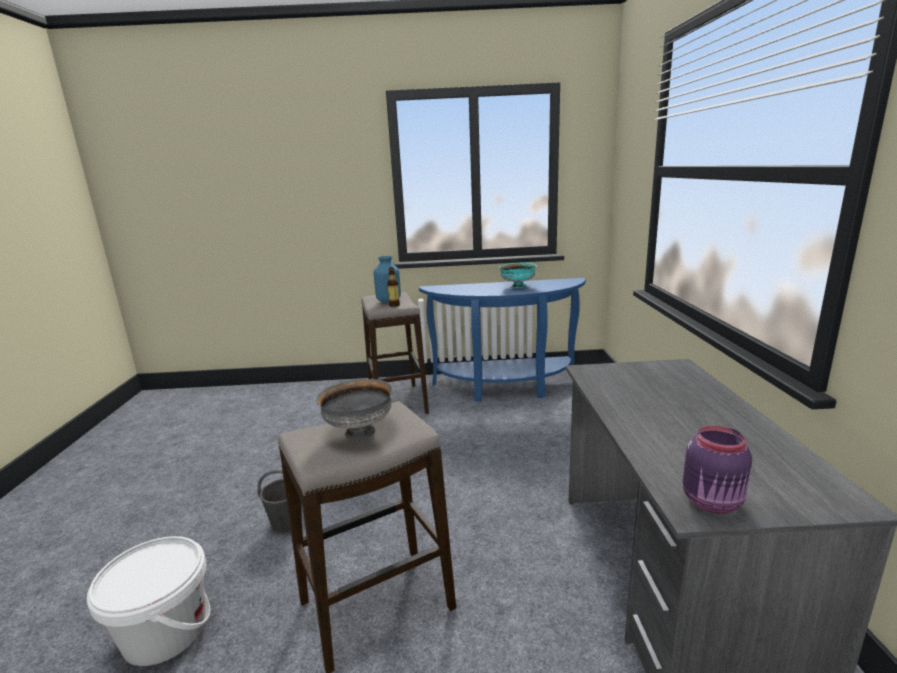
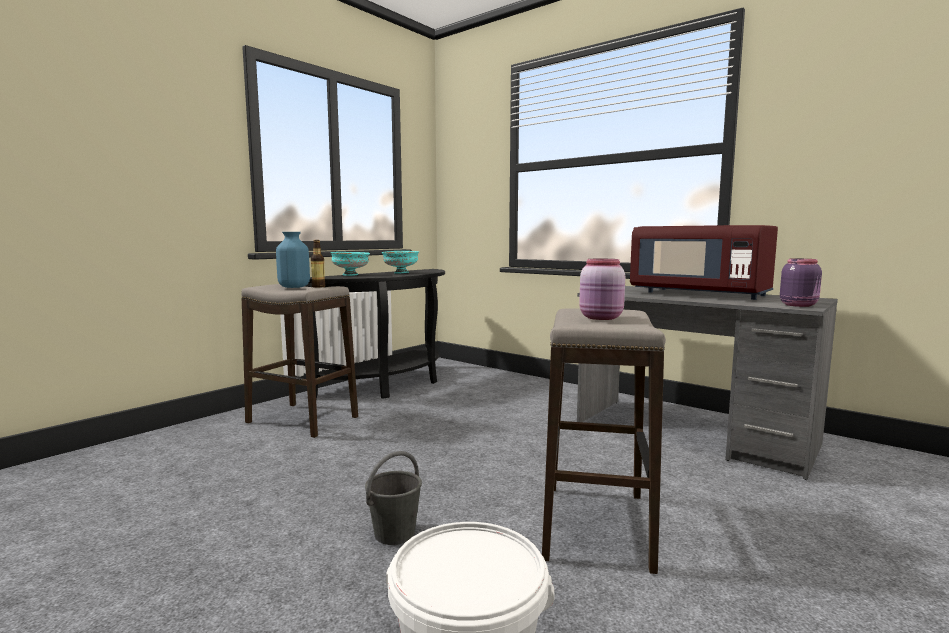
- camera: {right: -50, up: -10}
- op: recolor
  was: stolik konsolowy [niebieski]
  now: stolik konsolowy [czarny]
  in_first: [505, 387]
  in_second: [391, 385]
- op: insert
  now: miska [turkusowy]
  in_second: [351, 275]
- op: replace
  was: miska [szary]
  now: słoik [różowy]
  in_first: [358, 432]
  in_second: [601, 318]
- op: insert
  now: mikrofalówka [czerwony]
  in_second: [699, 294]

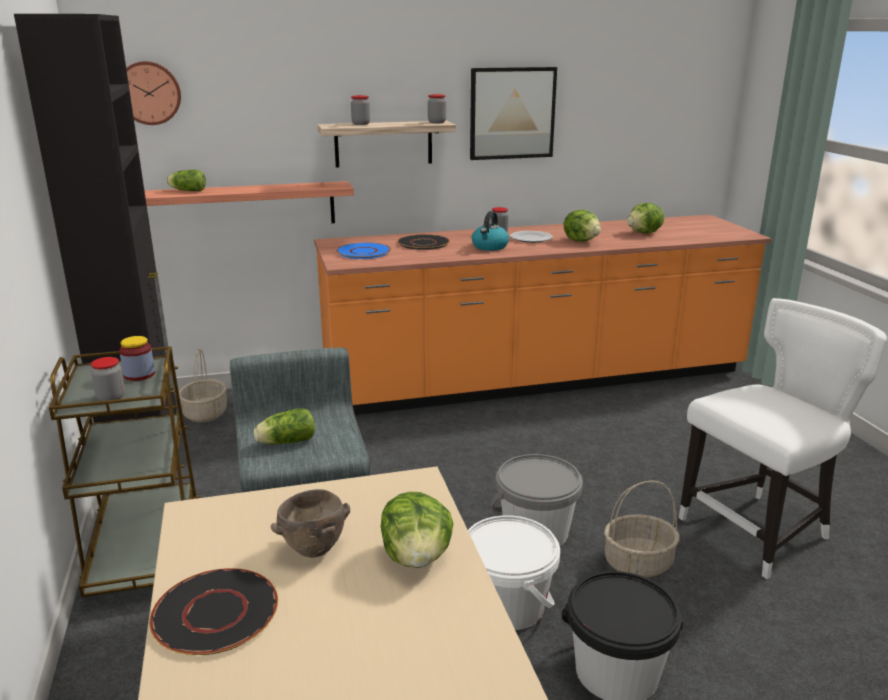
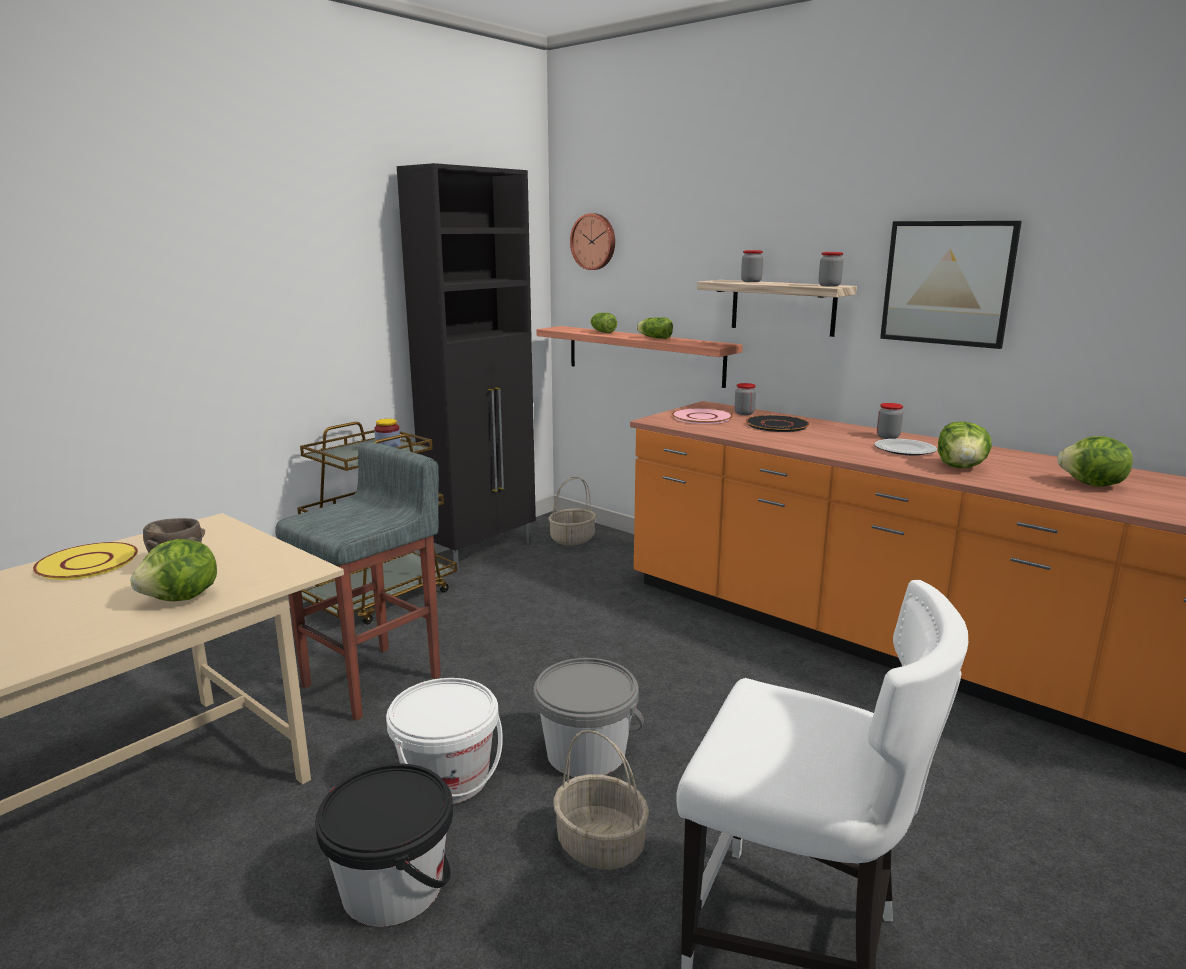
- camera: {right: 55, up: -5}
- op: recolor
  was: talerz [czarny]
  now: talerz [żółty]
  in_first: [216, 612]
  in_second: [88, 563]
- op: move
  was: sałata
  in_first: [285, 442]
  in_second: [654, 337]
- op: recolor
  was: talerz [niebieski]
  now: talerz [różowy]
  in_first: [363, 252]
  in_second: [701, 417]
- op: move
  was: słoik
  in_first: [111, 398]
  in_second: [744, 413]
- op: delete
  was: czajnik
  in_first: [490, 247]

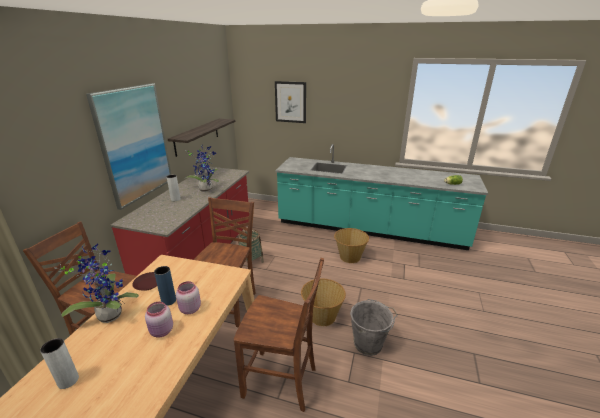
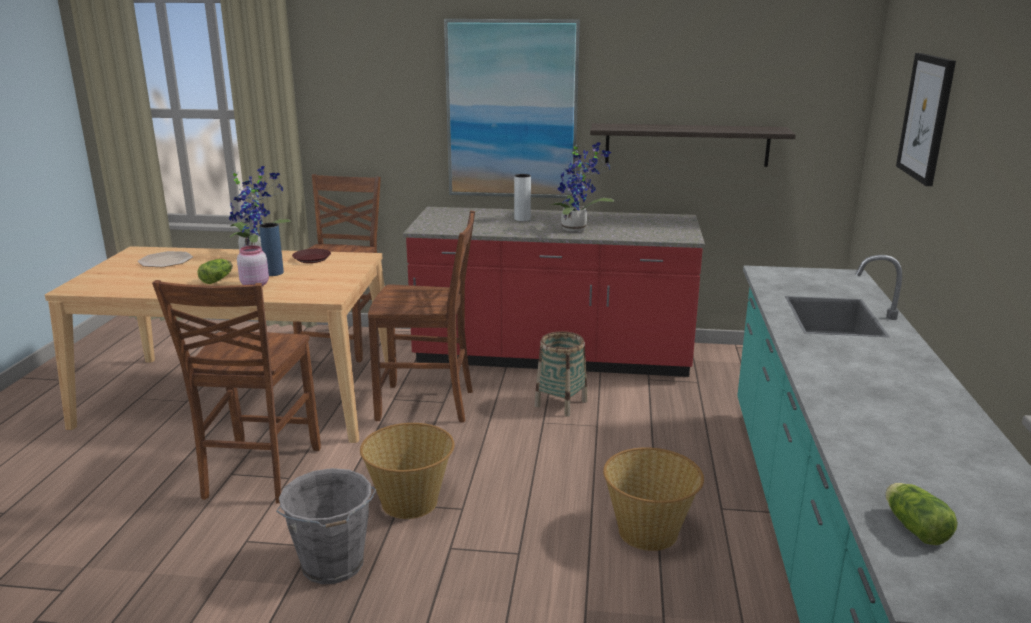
- camera: {right: 80, up: -5}
- op: replace
  was: wazon [szary]
  now: talerz
  in_first: [68, 380]
  in_second: [165, 261]
- op: replace
  was: słoik [różowy]
  now: sałata
  in_first: [162, 331]
  in_second: [218, 279]

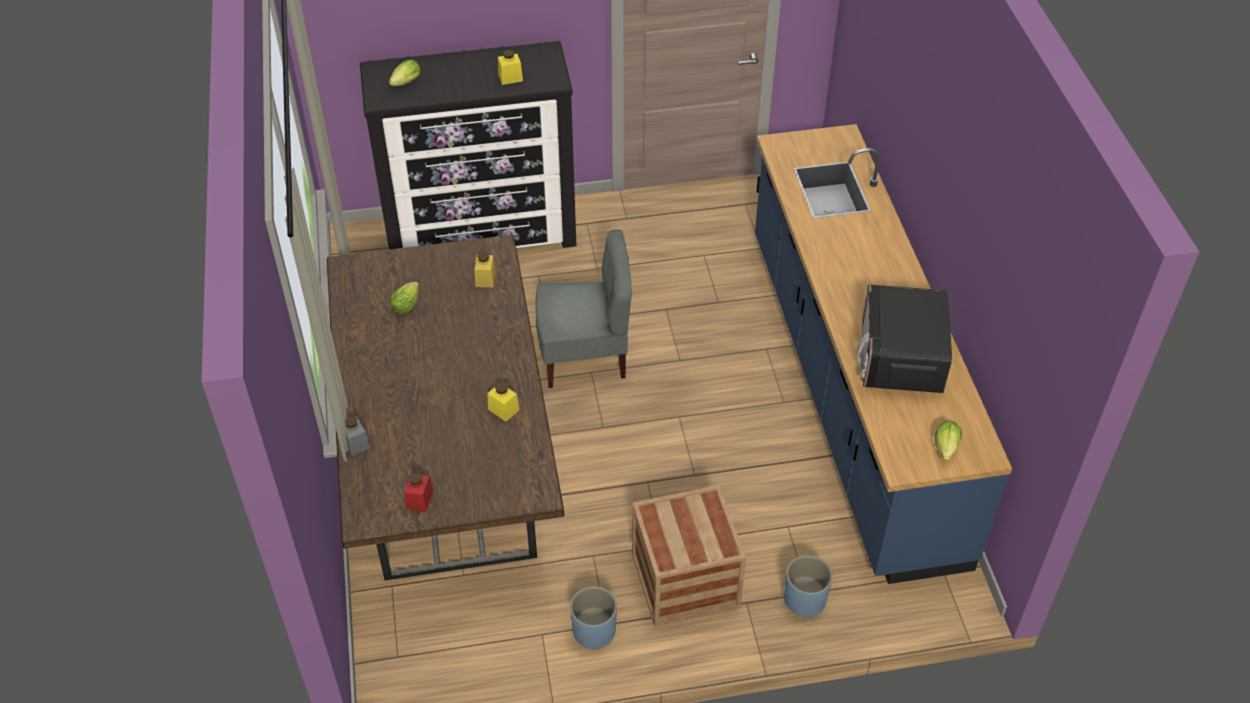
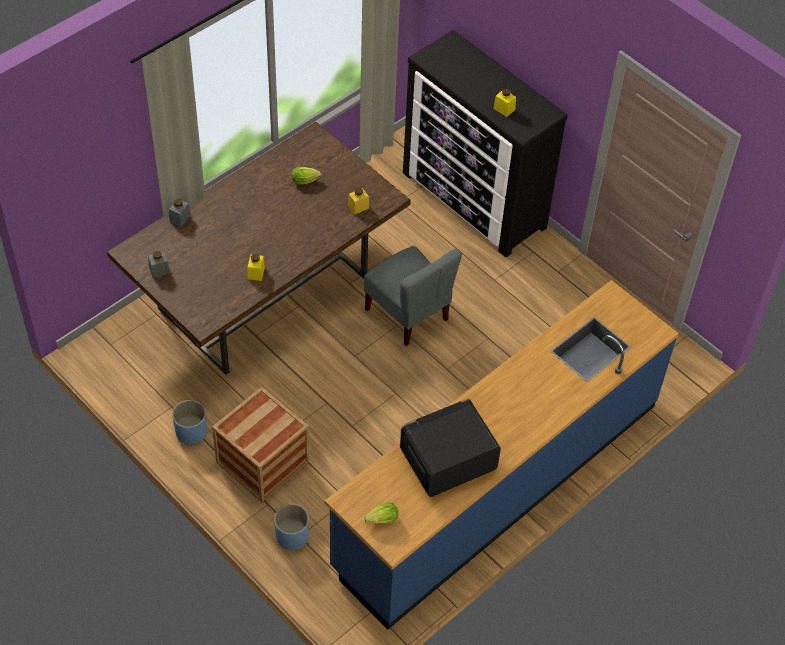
- camera: {right: 55, up: 5}
- op: recolor
  was: słoik [czerwony]
  now: słoik [szary]
  in_first: [419, 500]
  in_second: [159, 270]
- op: delete
  was: sałata
  in_first: [405, 84]

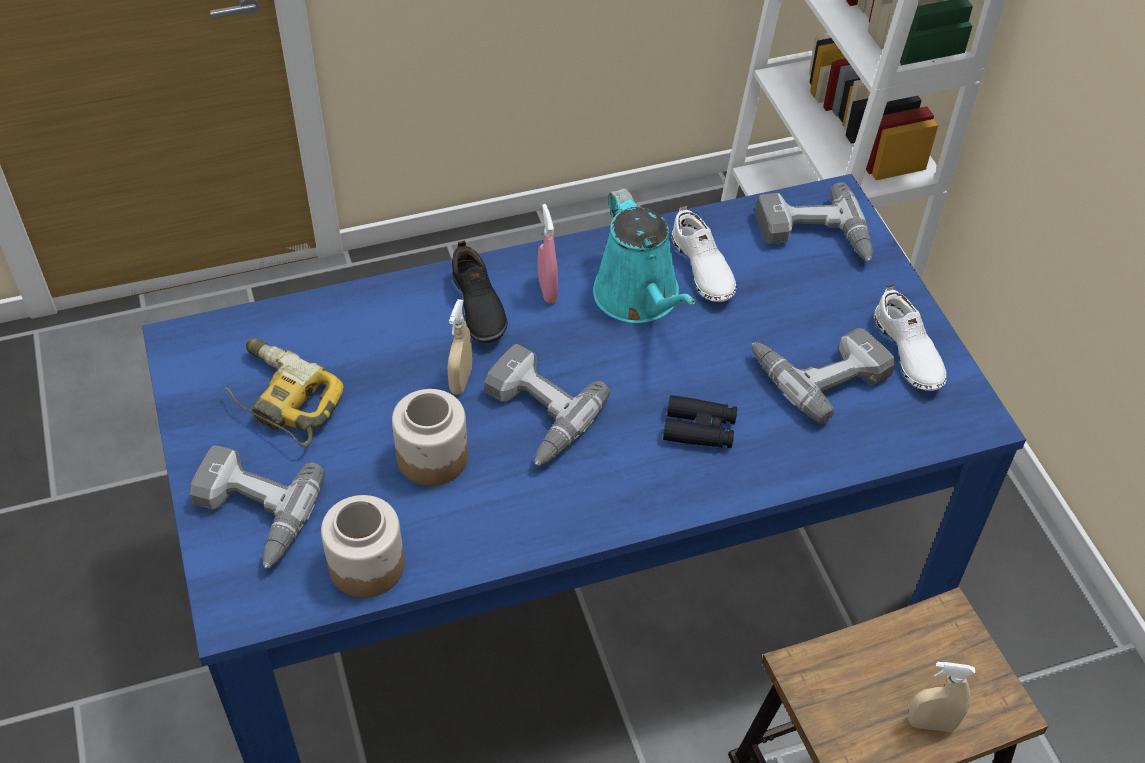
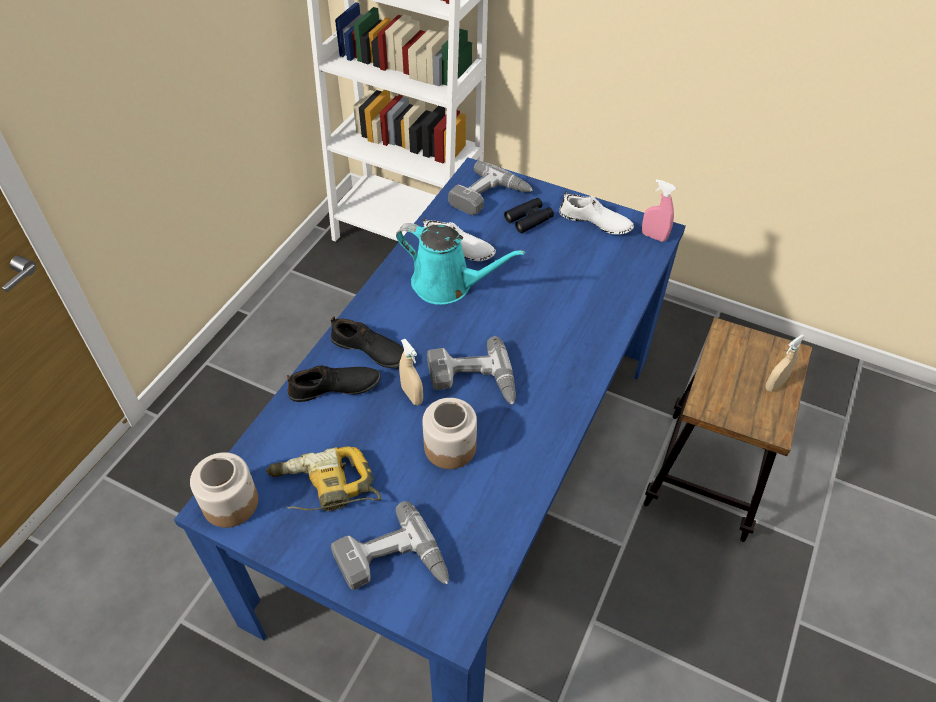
- camera: {right: -45, up: 0}
- op: move
  was: słoik
  in_first: [367, 565]
  in_second: [230, 502]
- op: insert
  now: but [czarny]
  in_second: [335, 388]
- op: move
  was: lornetka [czarny]
  in_first: [699, 429]
  in_second: [529, 219]
- op: move
  was: spryskiwacz [różowy]
  in_first: [547, 290]
  in_second: [654, 236]
- op: delete
  was: wiertarka
  in_first: [819, 371]

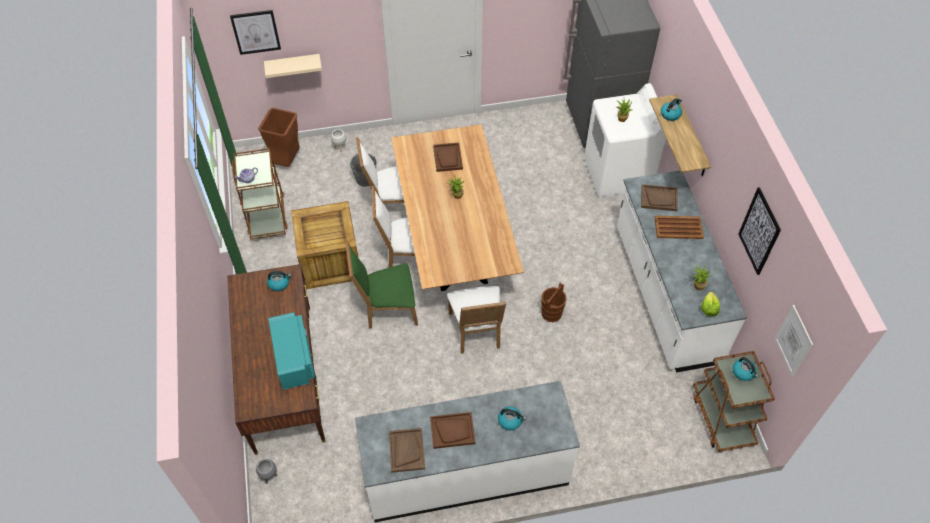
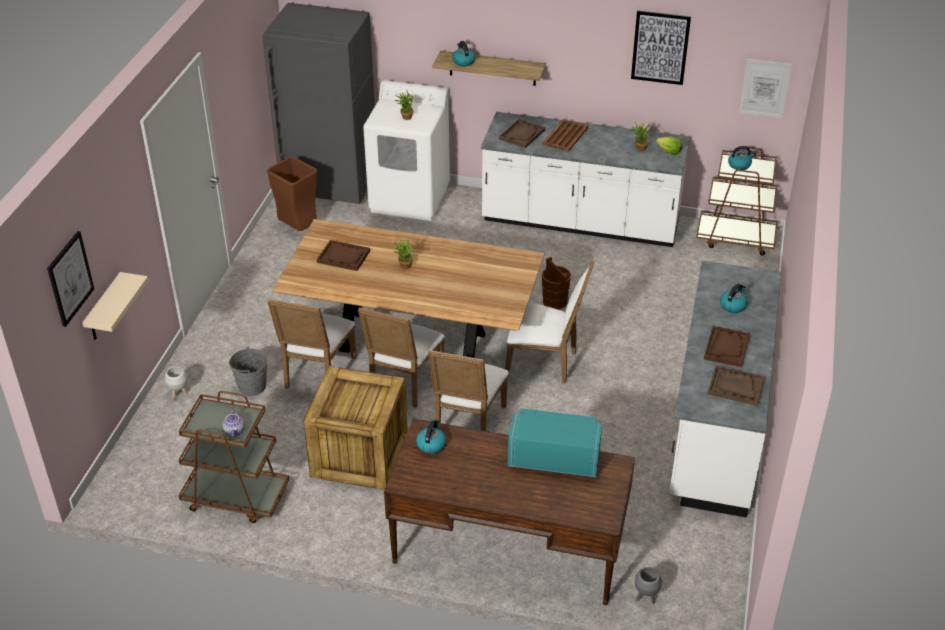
- camera: {right: -65, up: -15}
- op: move
  was: kosz na śmieci [brązowy]
  in_first: [287, 161]
  in_second: [297, 229]
- op: recolor
  was: krzesło [zielony]
  now: krzesło [biały]
  in_first: [387, 309]
  in_second: [466, 425]

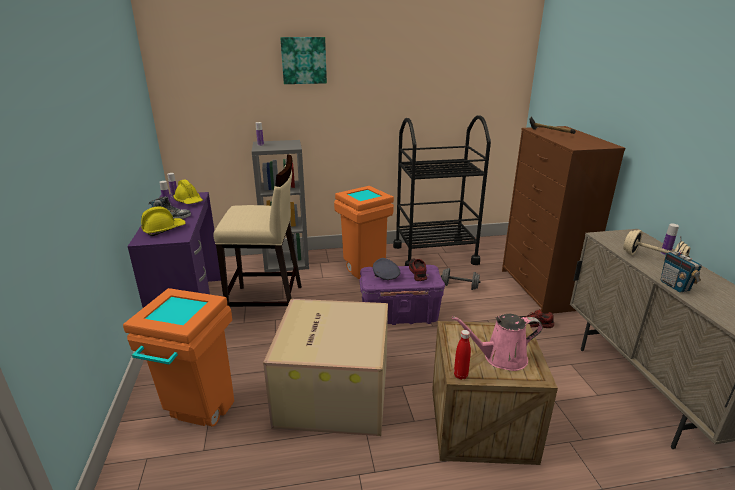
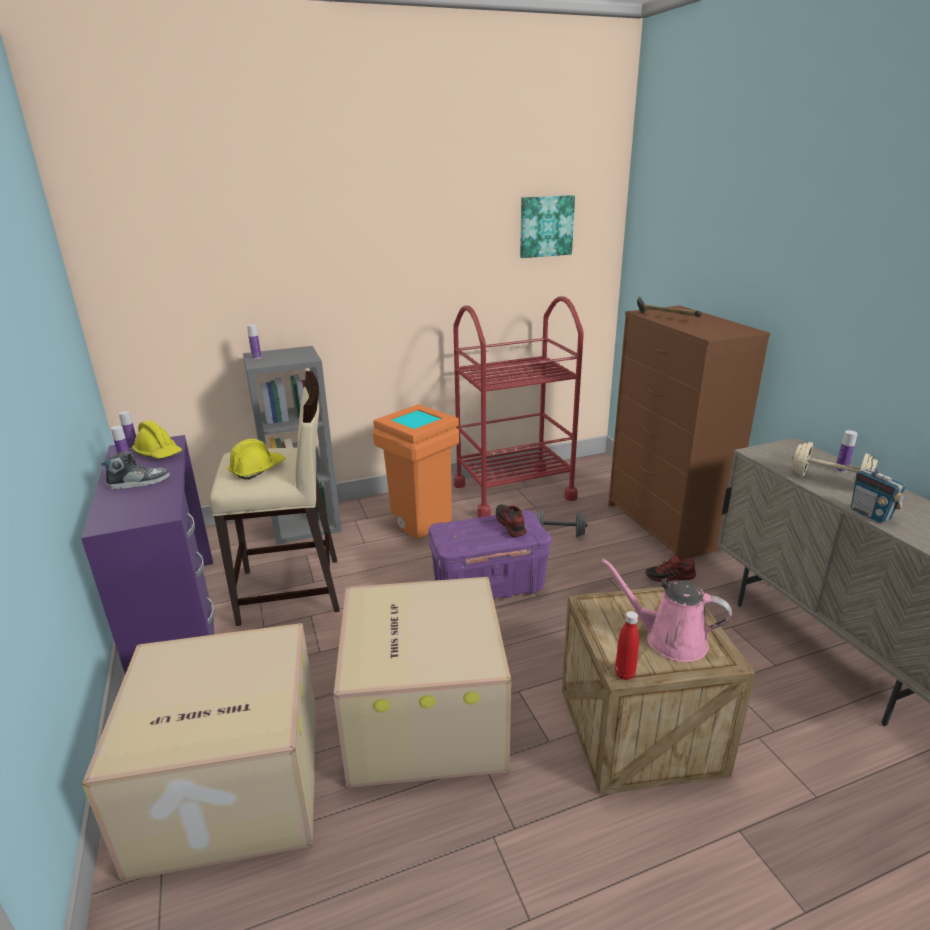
- camera: {right: -10, up: 0}
- op: replace
  was: kosz na śmieci [pomarańczowy]
  now: karton
  in_first: [198, 416]
  in_second: [228, 787]
- op: move
  was: kask [żółty]
  in_first: [164, 229]
  in_second: [257, 469]
- op: recolor
  was: wózek [czarny]
  now: wózek [czerwony]
  in_first: [434, 254]
  in_second: [513, 491]
- op: move
  was: obraz
  in_first: [303, 60]
  in_second: [545, 226]
- op: rotate
  was: konewka [różowy]
  in_first: [501, 358]
  in_second: [669, 640]
  clockwise: 45
- op: delete
  was: czapka z daszkiem [szary]
  in_first: [385, 275]

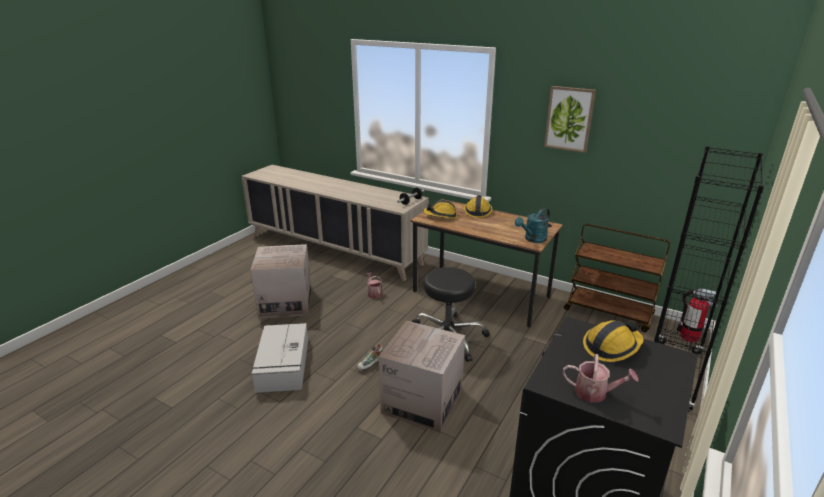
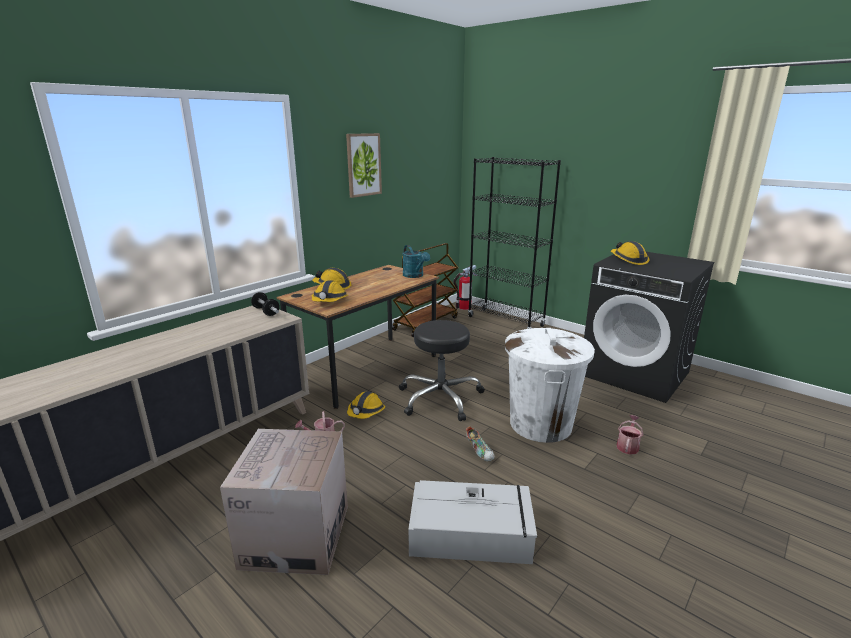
- camera: {right: -80, up: -5}
- op: insert
  now: kask
  in_second: [366, 412]
- op: replace
  was: karton
  now: kosz na śmieci [biały]
  in_first: [422, 401]
  in_second: [541, 424]
- op: move
  was: konewka
  in_first: [595, 393]
  in_second: [628, 446]

